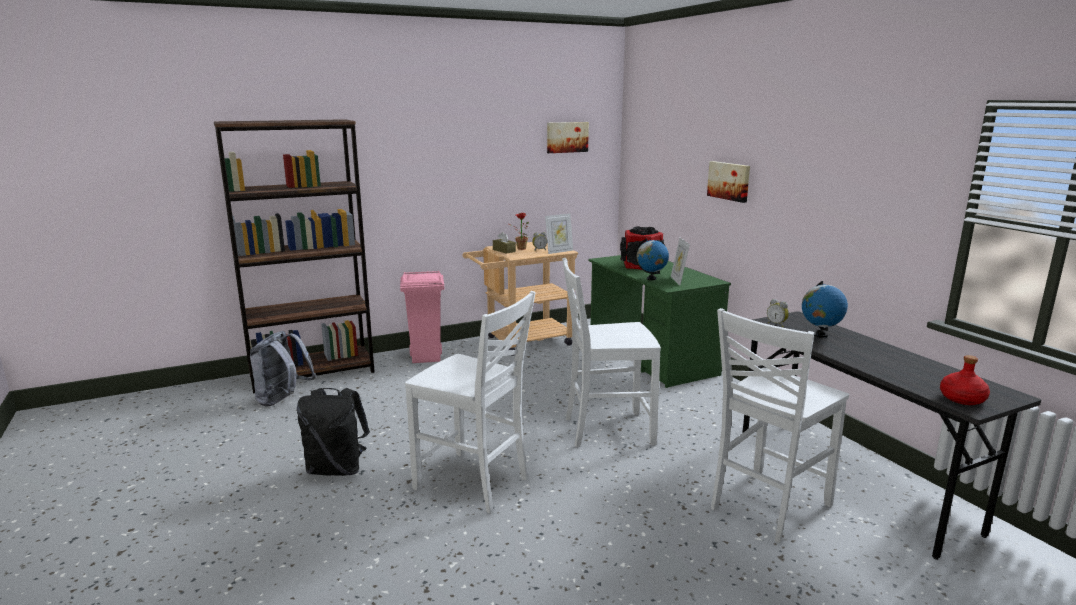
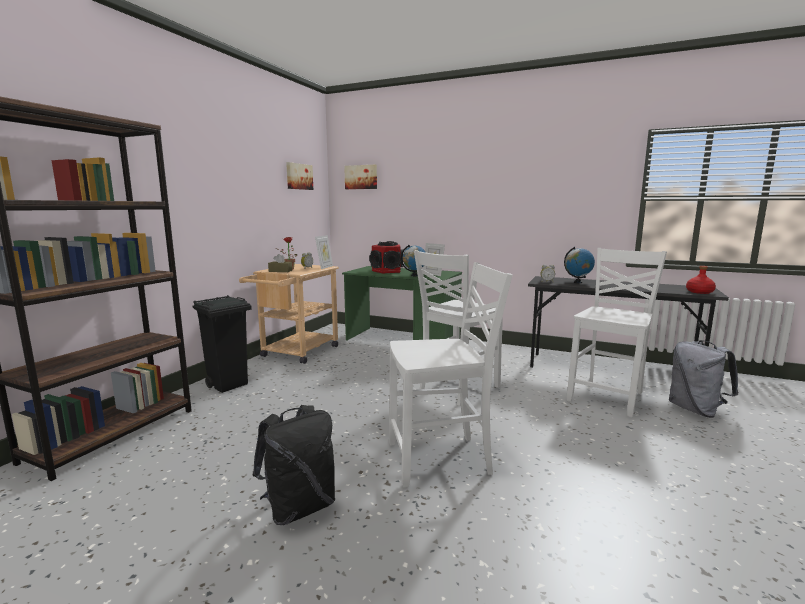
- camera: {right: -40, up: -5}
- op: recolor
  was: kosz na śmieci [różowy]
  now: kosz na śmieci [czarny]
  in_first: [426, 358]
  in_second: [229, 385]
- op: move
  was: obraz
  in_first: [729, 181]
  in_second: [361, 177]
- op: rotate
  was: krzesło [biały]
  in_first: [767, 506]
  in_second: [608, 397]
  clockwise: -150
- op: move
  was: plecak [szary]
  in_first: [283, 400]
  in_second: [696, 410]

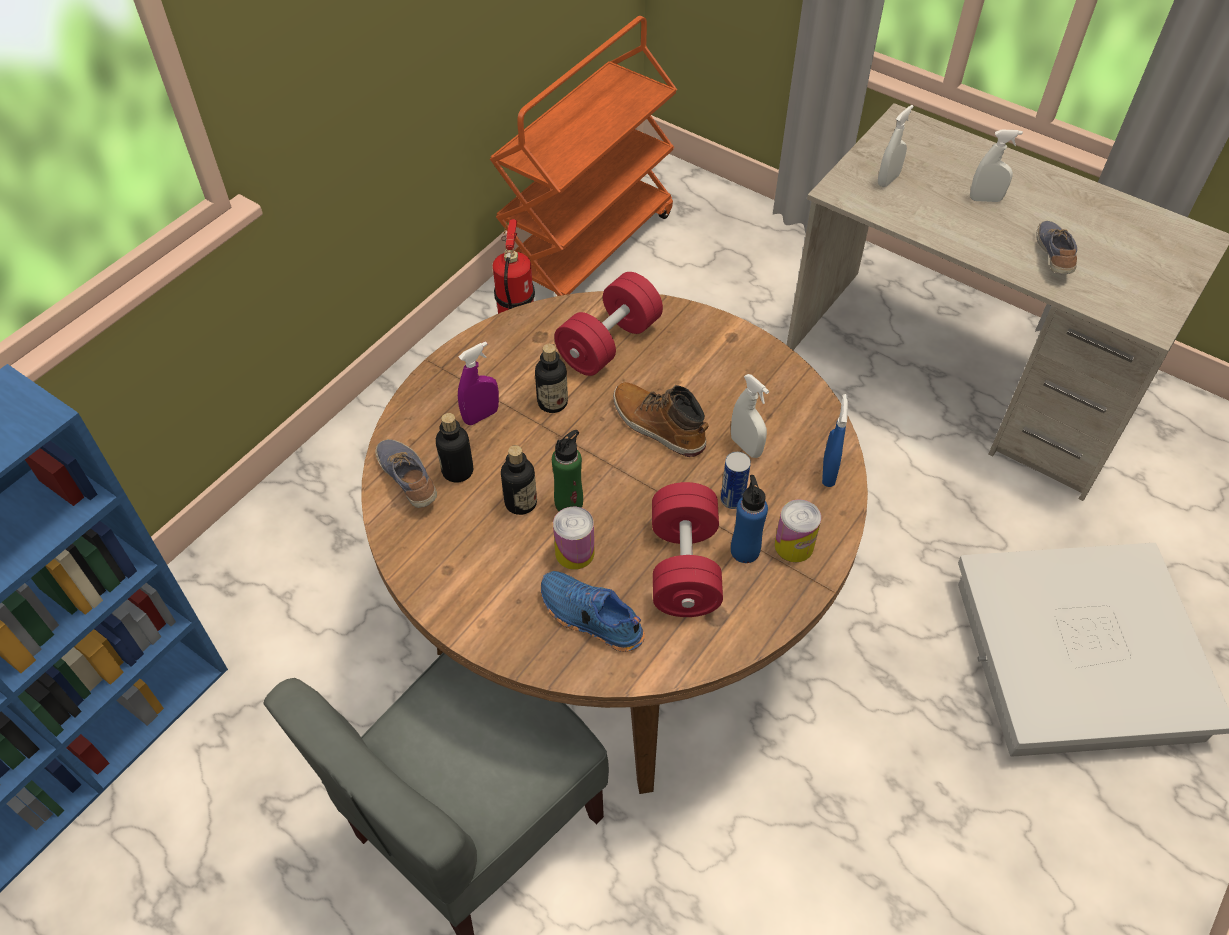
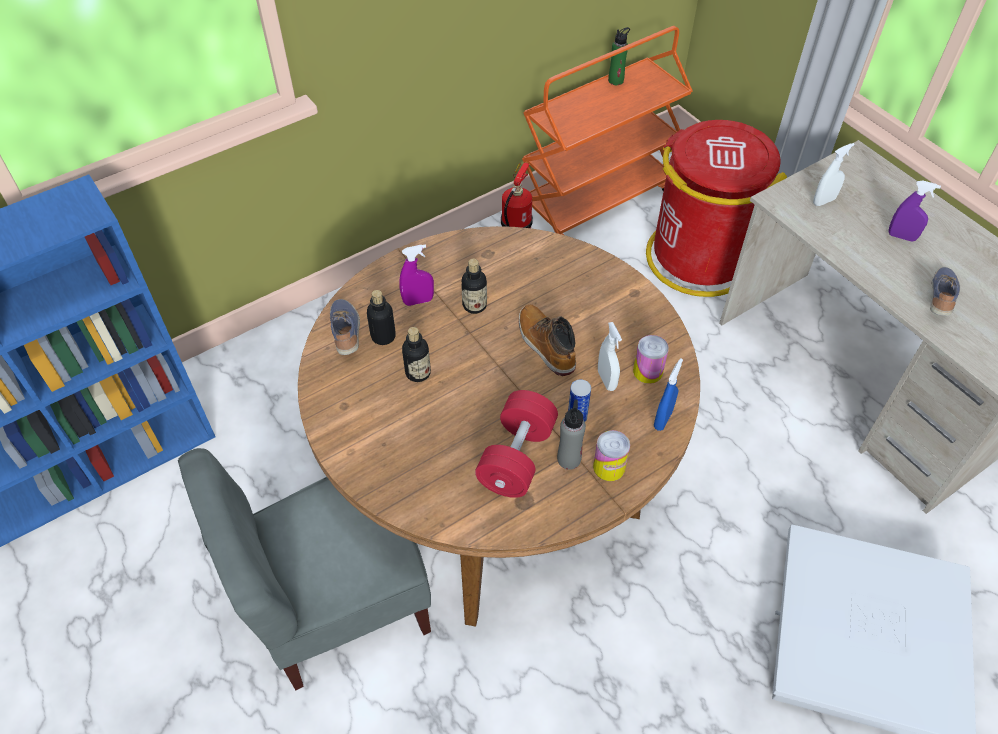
- camera: {right: 20, up: 0}
- op: recolor
  was: butelka [niebieski]
  now: butelka [szary]
  in_first: [745, 550]
  in_second: [569, 459]
- op: move
  was: butelka [zielony]
  in_first: [569, 503]
  in_second: [616, 80]
- op: move
  was: puszka
  in_first: [574, 552]
  in_second: [647, 371]
- op: insert
  now: kosz na śmieci [czerwony]
  in_second: [698, 258]
- op: recolor
  was: spryskiwacz [biały]
  now: spryskiwacz [fioletowy]
  in_first: [985, 199]
  in_second: [901, 236]
- op: delete
  was: but [niebieski]
  in_first: [590, 619]
- op: delete
  was: hantel [czerwony]
  in_first: [609, 343]

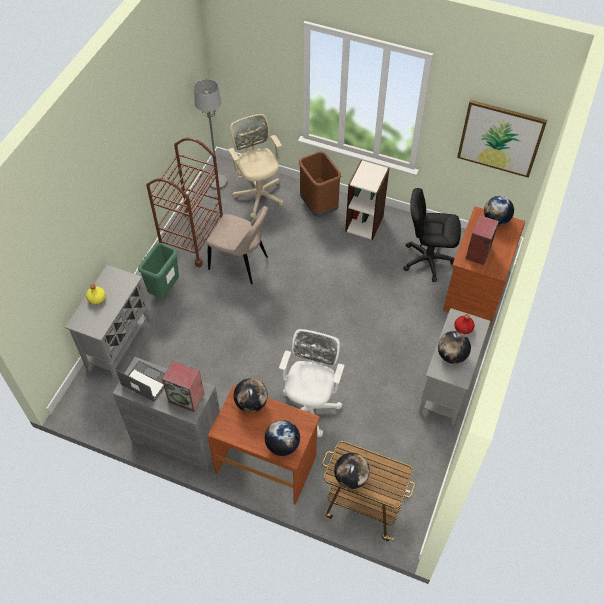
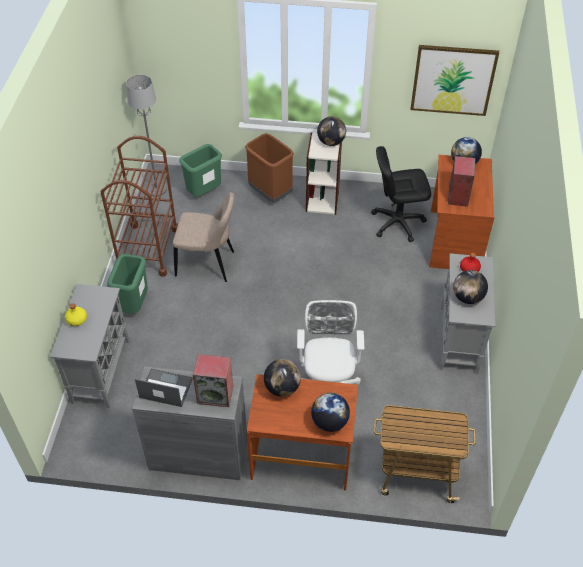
- camera: {right: -15, up: -5}
- op: replace
  was: krzesło biurowe [beżowy]
  now: kosz na śmieci [zielony]
  in_first: [259, 194]
  in_second: [204, 193]
- op: move
  was: globus
  in_first: [351, 477]
  in_second: [331, 142]

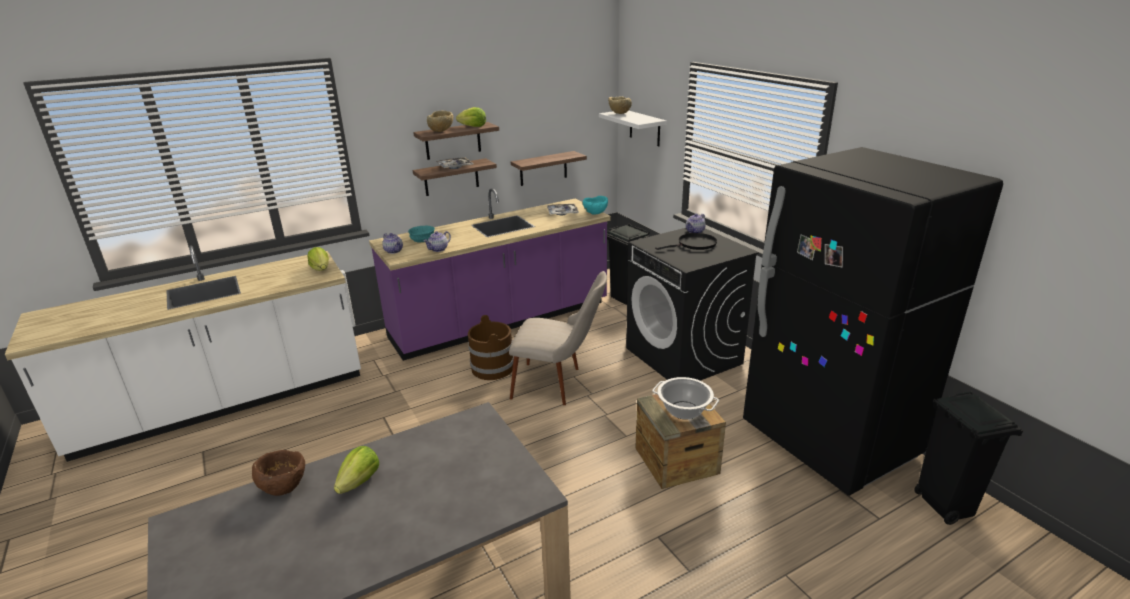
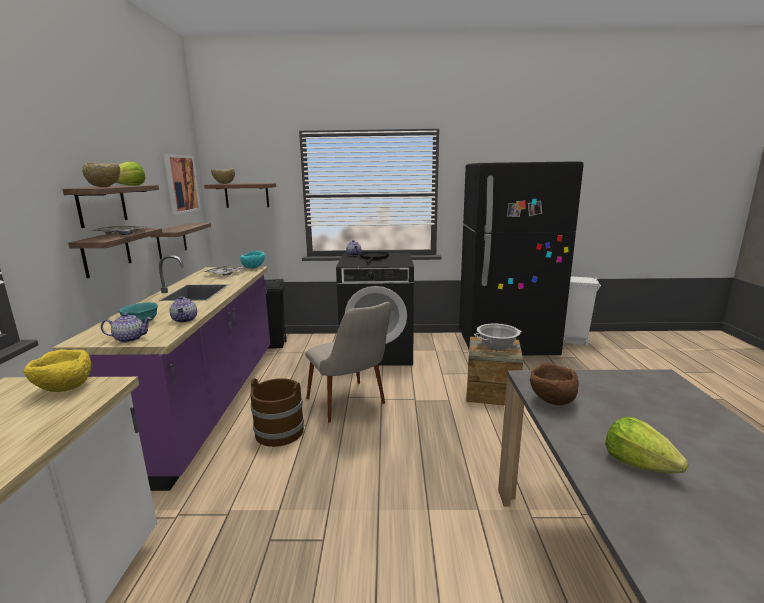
- camera: {right: -60, up: -10}
- op: replace
  was: sałata
  now: miska [żółty]
  in_first: [321, 269]
  in_second: [64, 389]
- op: insert
  now: obraz
  in_second: [181, 184]
- op: recolor
  was: półka [biały]
  now: półka [brązowy]
  in_first: [644, 128]
  in_second: [247, 195]
- op: rotate
  was: krzesło [beżowy]
  in_first: [559, 385]
  in_second: [351, 406]
  clockwise: 105
- op: move
  was: miska [brązowy]
  in_first: [284, 486]
  in_second: [552, 401]
- op: recolor
  was: kosz na śmieci [czarny]
  now: kosz na śmieci [biały]
  in_first: [944, 505]
  in_second: [573, 341]

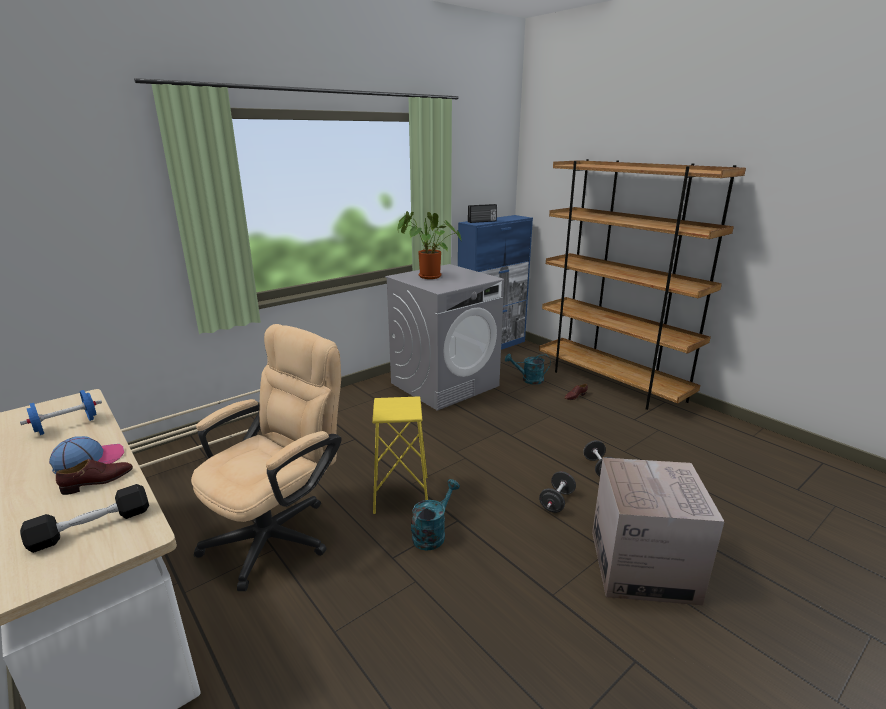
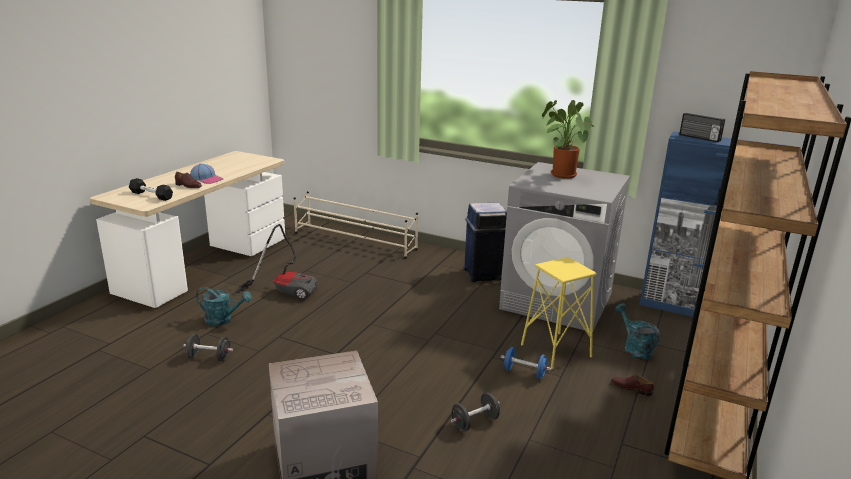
- camera: {right: 65, up: 0}
- op: move
  was: hantel [czarny]
  in_first: [556, 501]
  in_second: [209, 357]
- op: move
  was: konewka [turkusowy]
  in_first: [432, 534]
  in_second: [223, 320]
- op: replace
  was: krzesło biurowe [beżowy]
  now: odkurzacz
  in_first: [279, 532]
  in_second: [285, 290]
- op: insert
  now: kosz na śmieci [niebieski]
  in_second: [483, 274]
- op: move
  was: hantel [niebieski]
  in_first: [67, 426]
  in_second: [524, 373]
- op: move
  was: stołek [żółty]
  in_first: [401, 494]
  in_second: [556, 350]

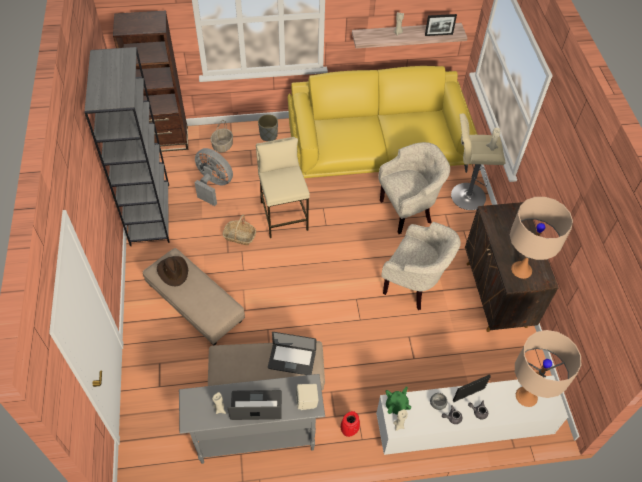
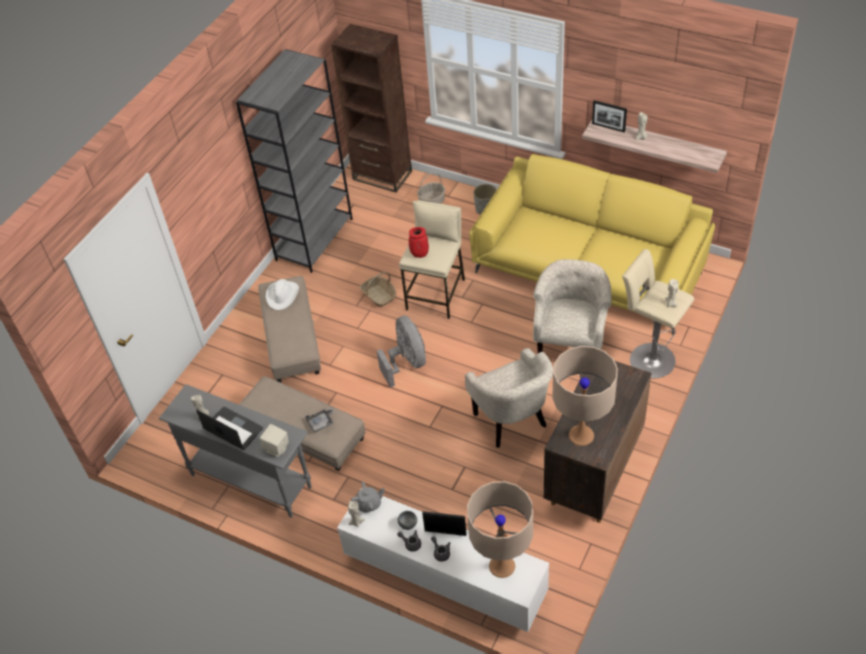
- camera: {right: 40, up: -5}
- op: recolor
  was: kapelusz [brązowy]
  now: kapelusz [biały]
  in_first: [173, 271]
  in_second: [282, 295]
- op: replace
  was: laptop
  now: taca [szary]
  in_first: [291, 360]
  in_second: [321, 423]
- op: recolor
  was: imbryk [zielony]
  now: imbryk [szary]
  in_first: [396, 405]
  in_second: [369, 504]
- op: move
  was: wentylator [szary]
  in_first: [213, 185]
  in_second: [407, 363]
- op: move
  was: wazon [czerwony]
  in_first: [349, 431]
  in_second: [419, 254]
- op: rotate
  was: fotel [beżowy]
  in_first: [408, 211]
  in_second: [570, 346]
  clockwise: -90
- op: move
  was: ramka na zdjęcie
  in_first: [438, 34]
  in_second: [608, 127]

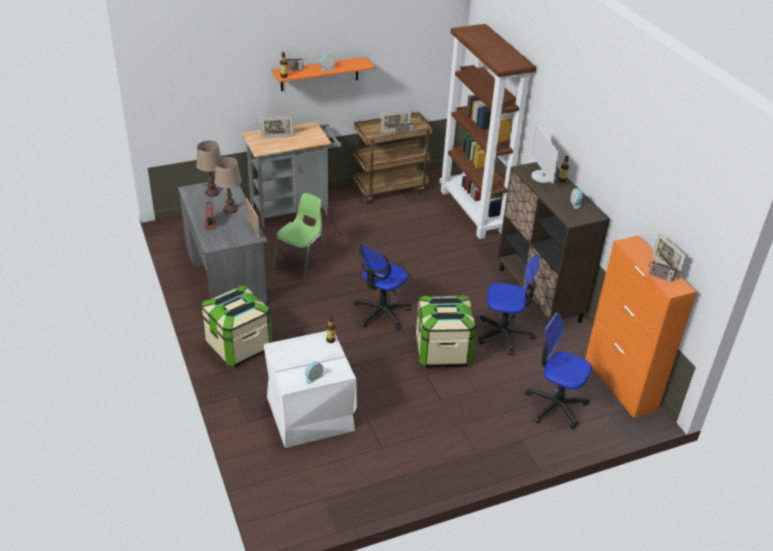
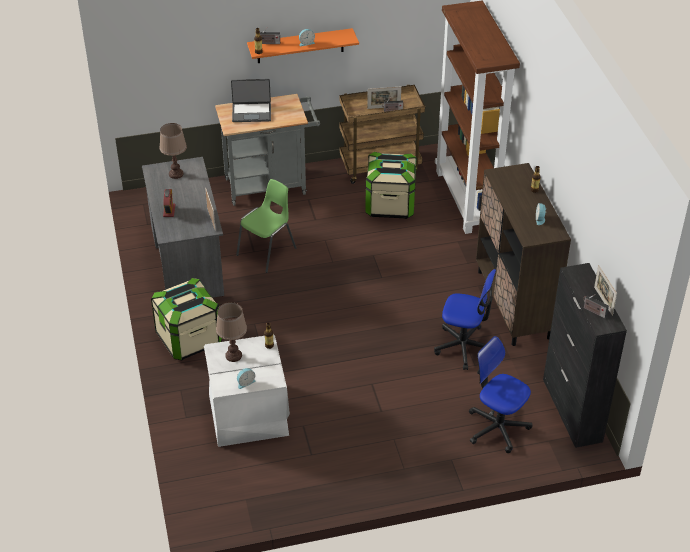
- camera: {right: 10, up: 5}
- op: move
  was: lampa stołowa [brązowy]
  in_first: [230, 209]
  in_second: [234, 356]
- op: replace
  was: ramka na zdjęcie
  now: laptop
  in_first: [277, 137]
  in_second: [251, 112]
- op: move
  was: pojemnik do przechowywania
  in_first: [442, 351]
  in_second: [390, 204]
- op: recolor
  was: szafka [pomarańczowy]
  now: szafka [czarny]
  in_first: [620, 384]
  in_second: [572, 410]
- op: delete
  was: krzesło biurowe
  in_first: [381, 313]
- op: delete
  was: monitor
  in_first: [543, 177]

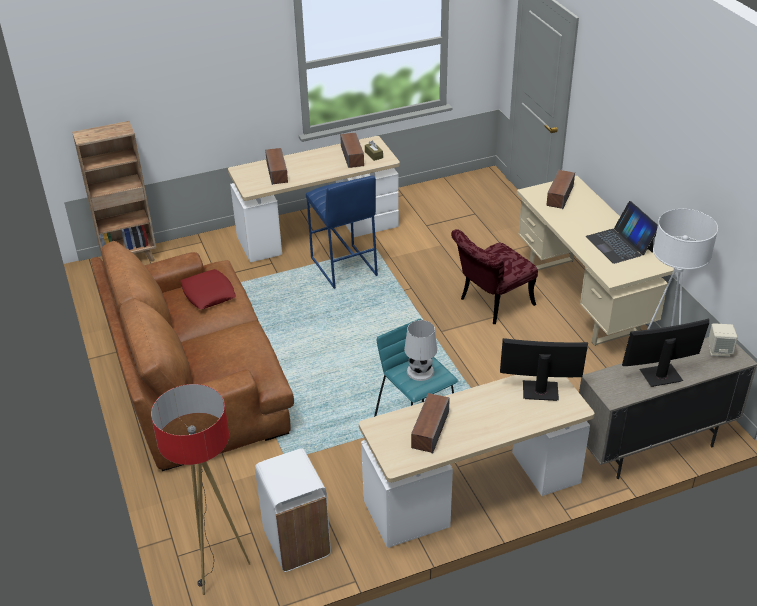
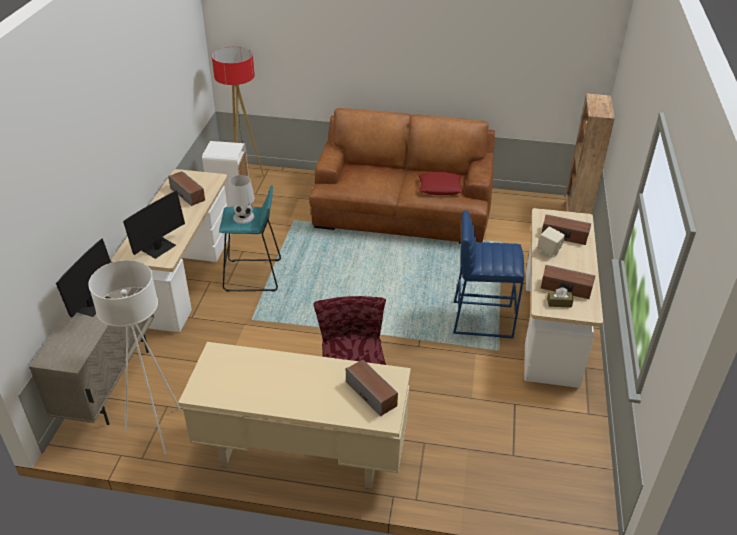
- camera: {right: 120, up: 0}
- op: move
  was: głośnik [beżowy]
  in_first: [719, 350]
  in_second: [549, 252]
- op: delete
  was: laptop
  in_first: [620, 244]

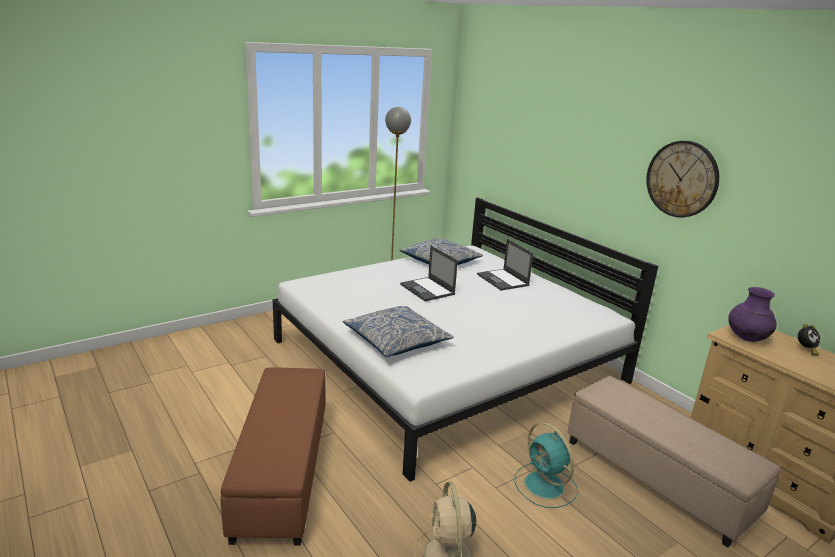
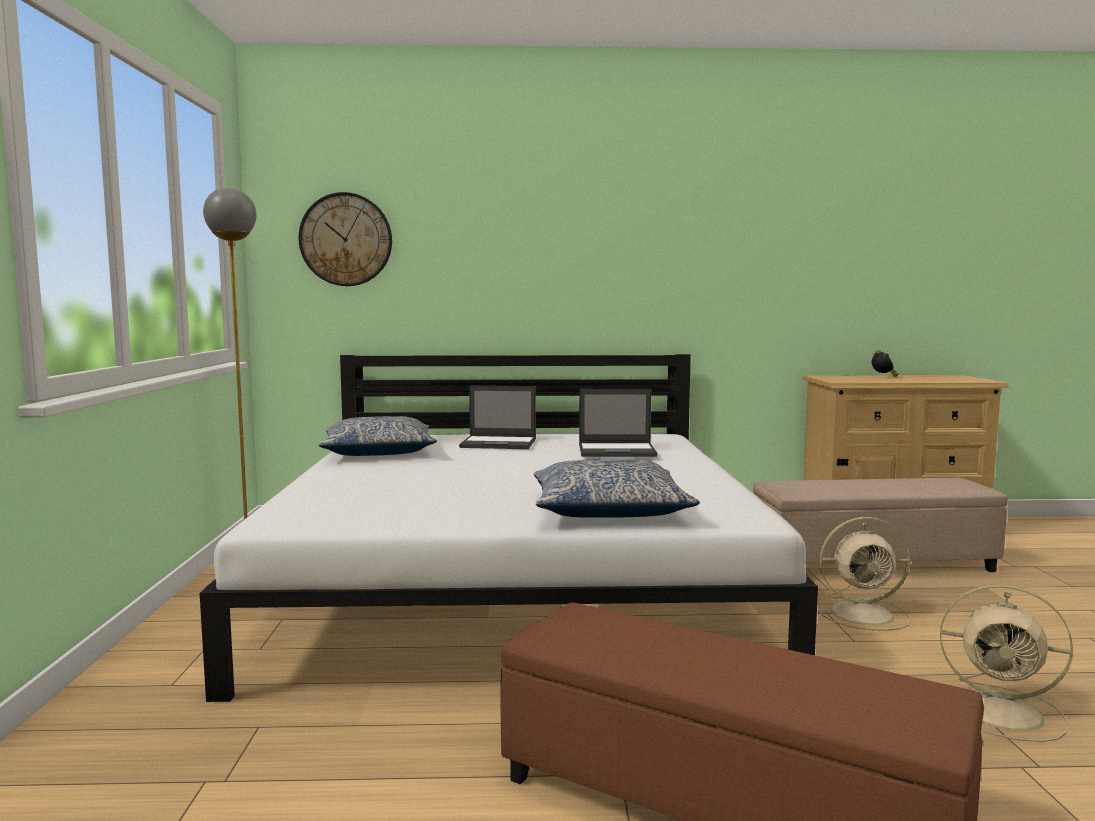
- camera: {right: -55, up: -15}
- op: move
  was: zegar ścienny
  in_first: [682, 179]
  in_second: [346, 239]
- op: move
  was: laptop
  in_first: [428, 289]
  in_second: [618, 451]
- op: recolor
  was: wentylator [turkusowy]
  now: wentylator [beżowy]
  in_first: [545, 486]
  in_second: [864, 614]
- op: delete
  was: wazon [fioletowy]
  in_first: [746, 338]

